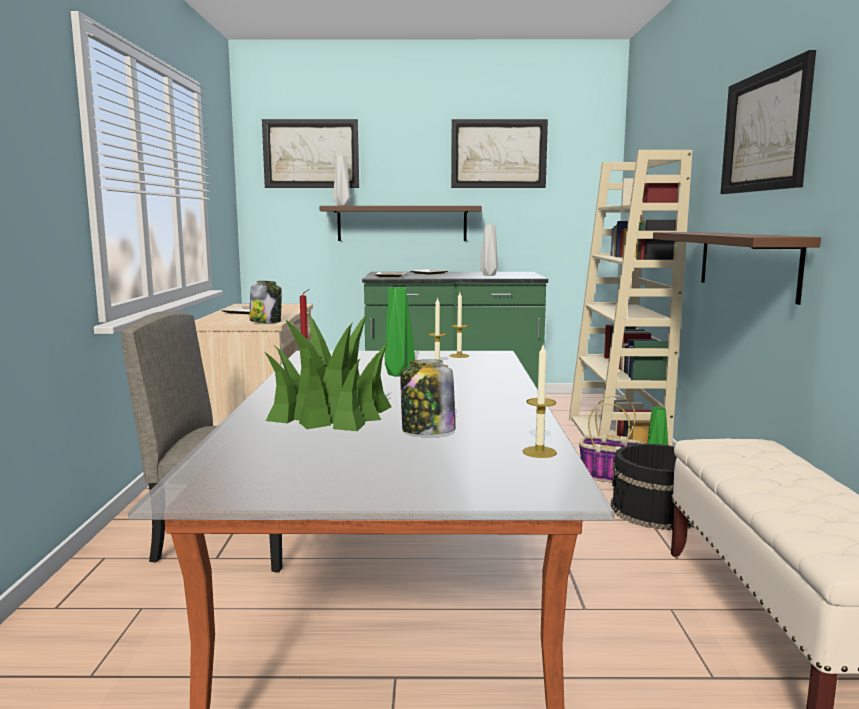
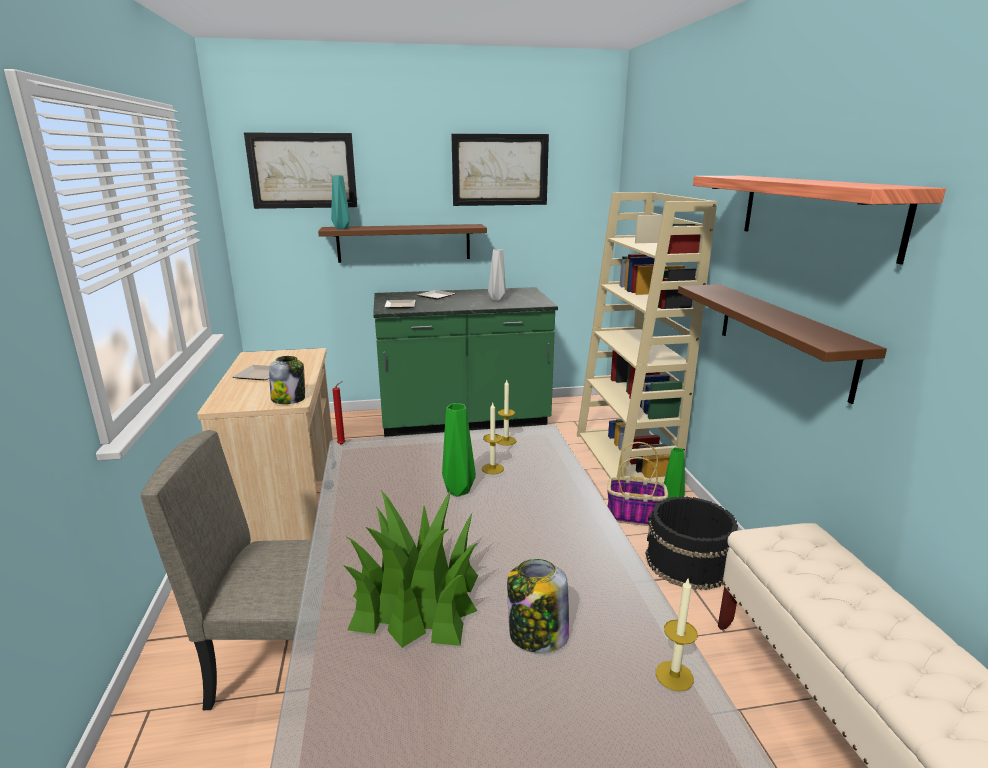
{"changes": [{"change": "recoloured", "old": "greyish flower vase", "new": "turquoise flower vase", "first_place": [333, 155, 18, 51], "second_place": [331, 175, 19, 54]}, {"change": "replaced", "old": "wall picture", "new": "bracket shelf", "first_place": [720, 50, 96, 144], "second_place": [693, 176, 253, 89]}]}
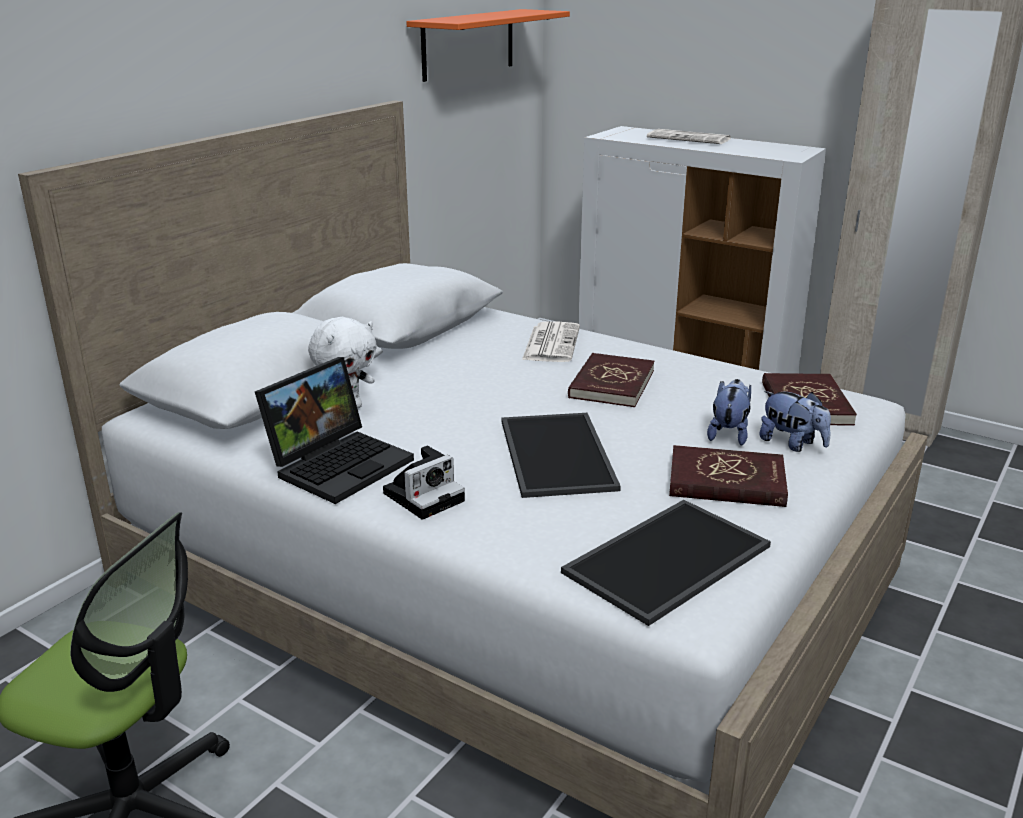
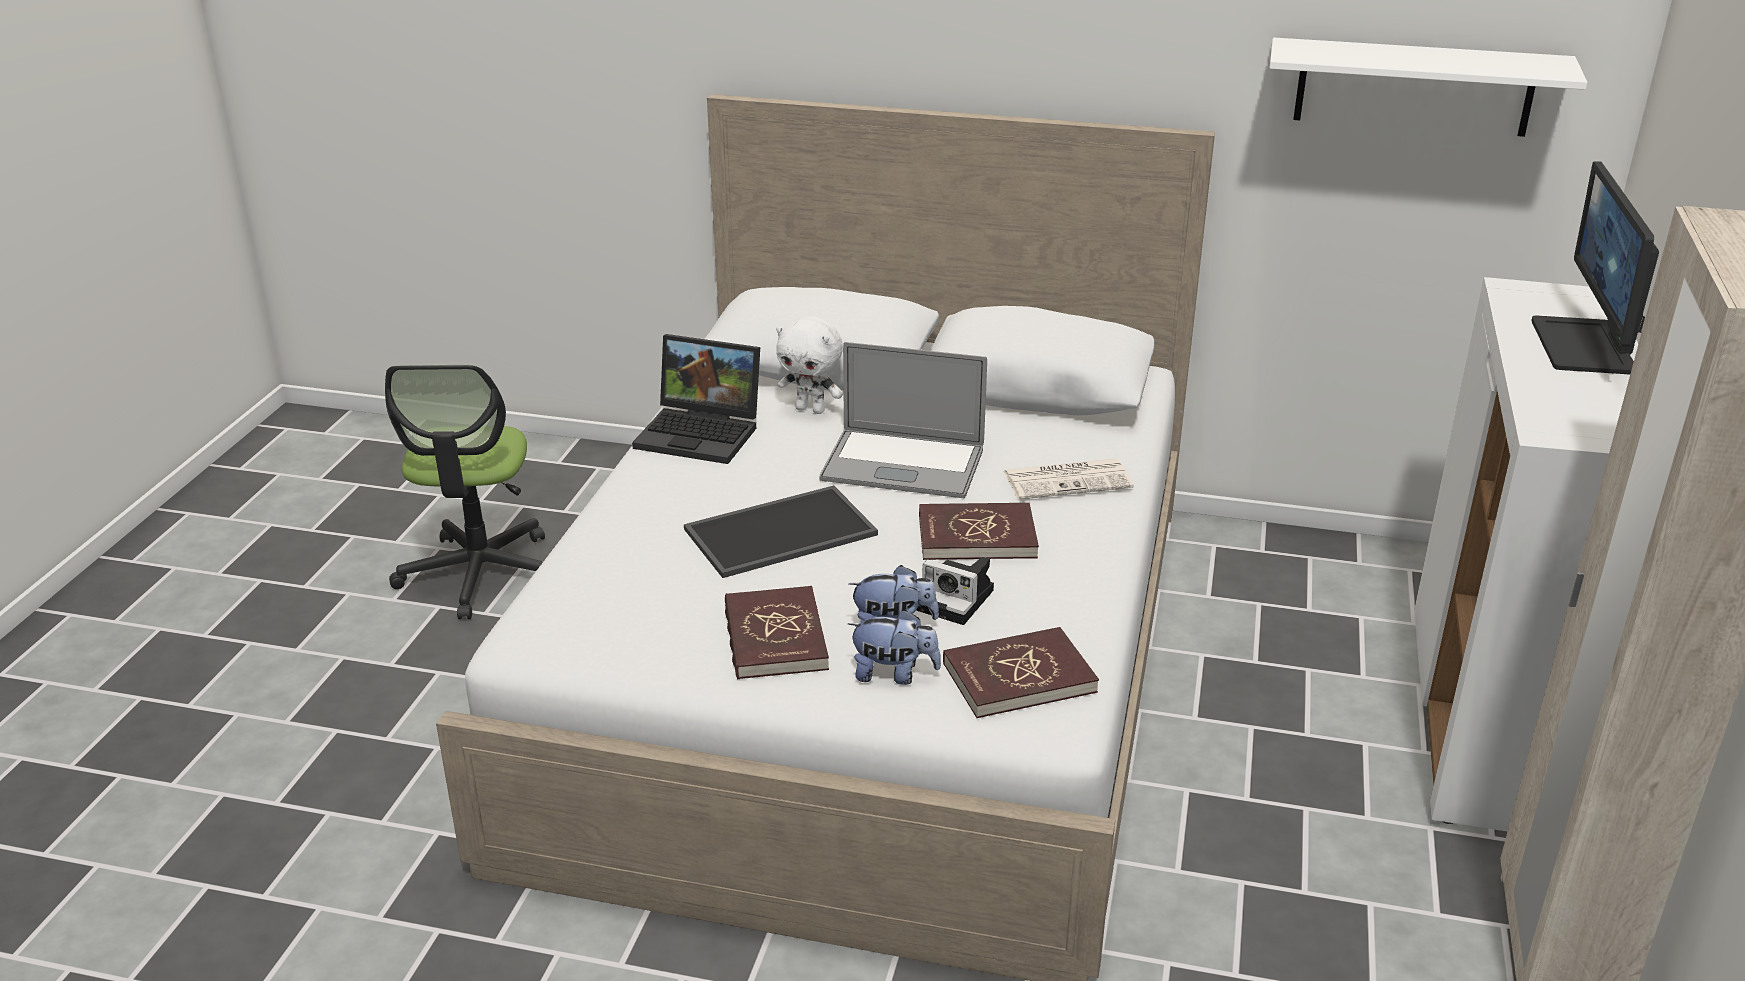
{"changes": [{"change": "moved", "old": "still camera", "first_place": [383, 446, 82, 74], "second_place": [916, 557, 78, 68]}, {"change": "recoloured", "old": "orangey bracket shelf", "new": "whitish bracket shelf", "first_place": [406, 9, 164, 73], "second_place": [1270, 38, 318, 99]}, {"change": "removed", "old": "carrying tray", "first_place": [561, 500, 210, 126]}, {"change": "replaced", "old": "daily paper", "new": "computer display", "first_place": [647, 129, 84, 15], "second_place": [1531, 162, 128, 212]}, {"change": "turned", "old": "soft toy", "first_place": [759, 391, 72, 61], "second_place": [848, 610, 93, 75], "degrees": -105}, {"change": "added", "new": "notebook computer", "second_place": [819, 342, 168, 156]}]}
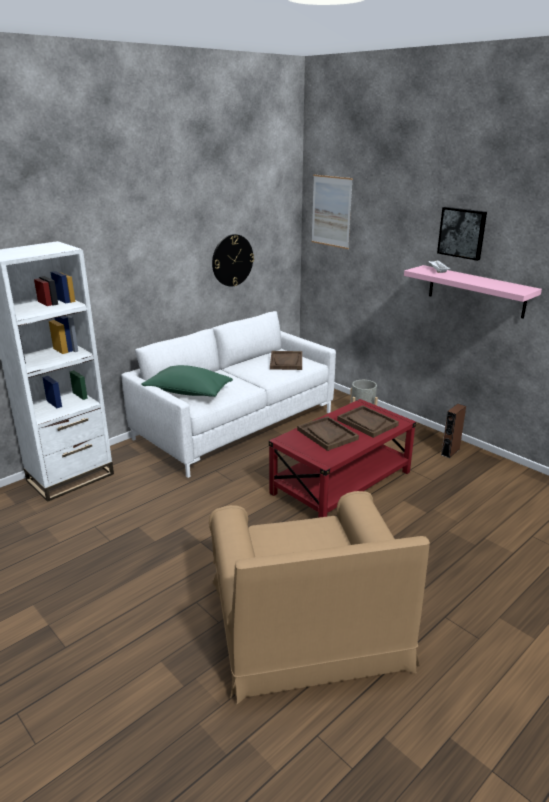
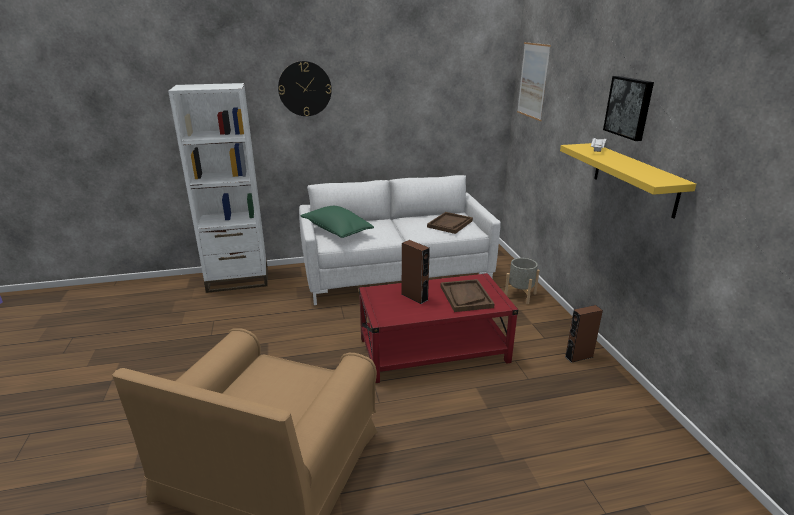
{"changes": [{"change": "moved", "old": "clock on the wall", "first_place": [212, 234, 42, 53], "second_place": [278, 61, 54, 55]}, {"change": "replaced", "old": "brown-coloured carrying tray", "new": "brown-coloured audio speaker", "first_place": [297, 416, 62, 35], "second_place": [401, 240, 29, 64]}, {"change": "recoloured", "old": "pink bracket shelf", "new": "yellowish bracket shelf", "first_place": [404, 265, 138, 54], "second_place": [560, 143, 136, 76]}]}
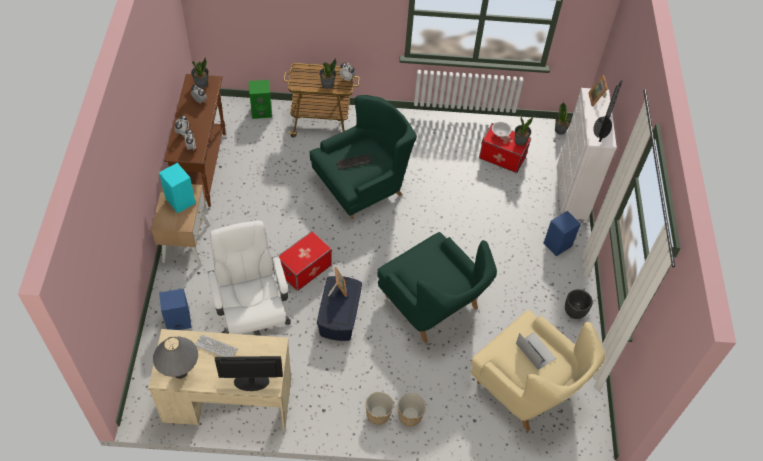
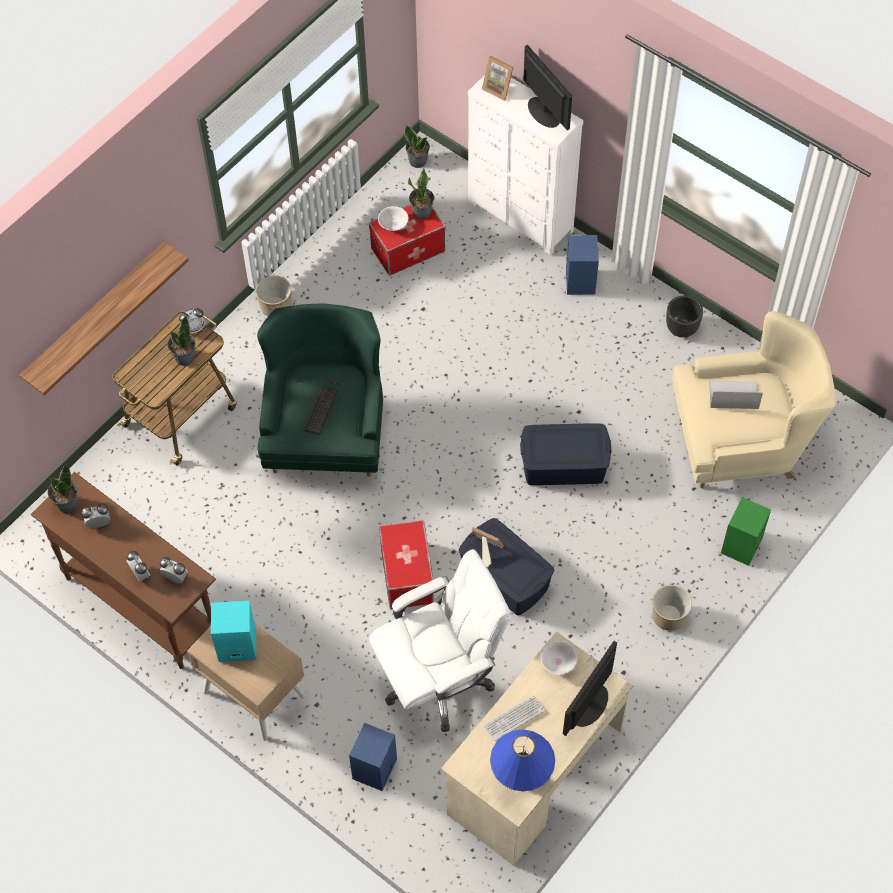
{"changes": [{"change": "recoloured", "old": "greyish tabletop lamp", "new": "blue-coloured tabletop lamp", "first_place": [153, 337, 45, 42], "second_place": [490, 729, 65, 62]}, {"change": "turned", "old": "whitish office chair", "first_place": [208, 220, 83, 116], "second_place": [369, 549, 142, 183], "degrees": 135}, {"change": "moved", "old": "green audio speaker", "first_place": [249, 80, 23, 39], "second_place": [721, 497, 50, 69]}, {"change": "replaced", "old": "green armchair", "new": "blue-coloured storage box", "first_place": [377, 232, 120, 111], "second_place": [520, 423, 92, 62]}, {"change": "moved", "old": "flower pot", "first_place": [398, 393, 28, 33], "second_place": [256, 275, 35, 41]}, {"change": "added", "new": "bracket shelf", "second_place": [19, 242, 170, 153]}, {"change": "added", "new": "whitish deep dish", "second_place": [541, 641, 36, 34]}]}
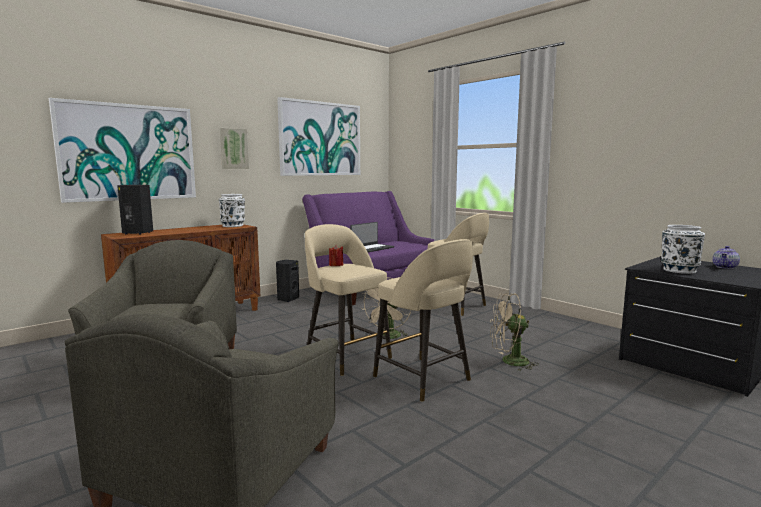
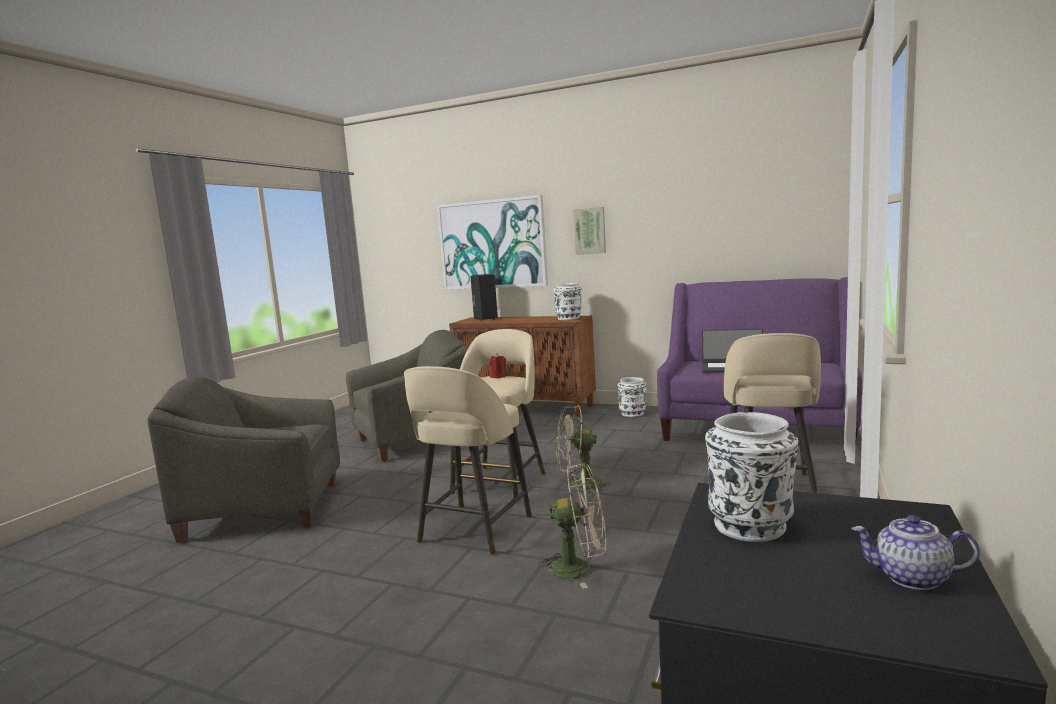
{"changes": [{"change": "replaced", "old": "black-coloured audio speaker", "new": "whitish flower vase", "first_place": [276, 260, 23, 42], "second_place": [617, 377, 30, 40]}, {"change": "removed", "old": "wall picture", "first_place": [277, 97, 83, 79]}, {"change": "turned", "old": "beige-coloured electric fan", "first_place": [490, 293, 49, 78], "second_place": [538, 464, 68, 125], "degrees": 120}]}
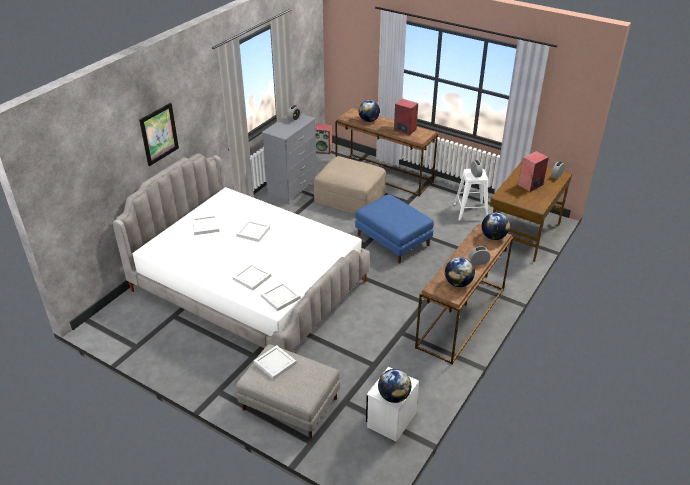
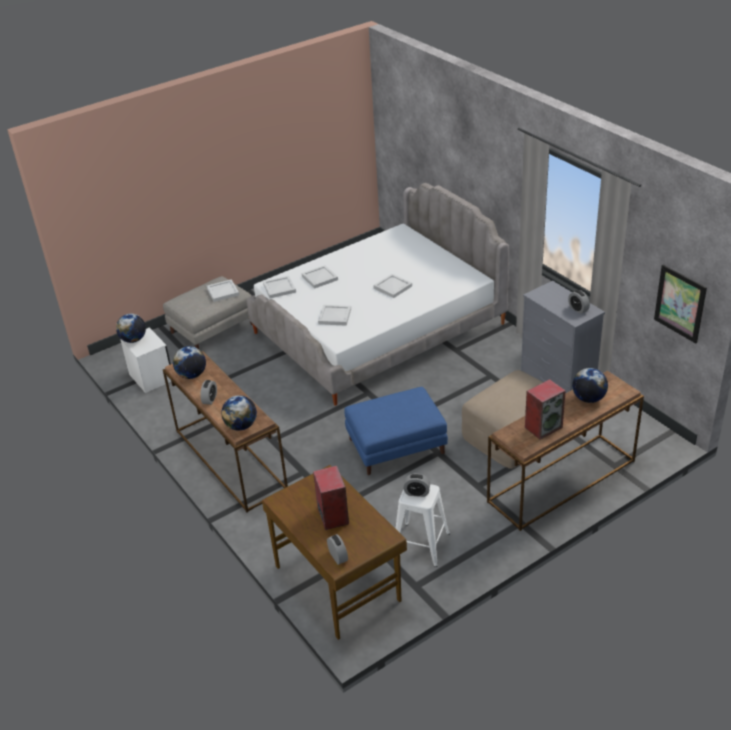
{"changes": [{"change": "moved", "old": "wall picture", "first_place": [139, 103, 40, 63], "second_place": [654, 265, 53, 78]}, {"change": "moved", "old": "whitish carrying tray", "first_place": [192, 215, 28, 20], "second_place": [318, 305, 33, 21]}, {"change": "removed", "old": "audio speaker", "first_place": [315, 124, 17, 30]}]}
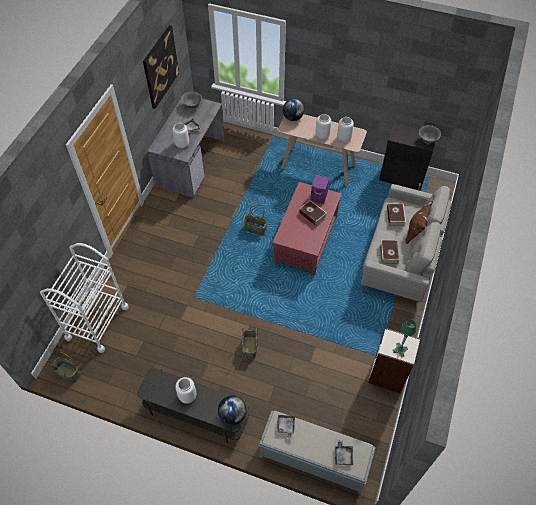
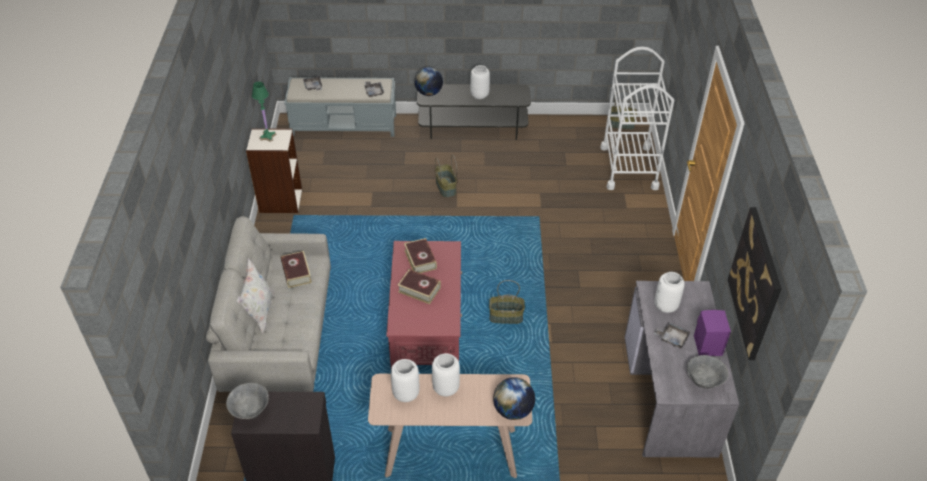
{"changes": [{"change": "moved", "old": "purple-coloured audio speaker", "first_place": [311, 175, 18, 29], "second_place": [694, 310, 37, 46]}, {"change": "moved", "old": "bound book", "first_place": [387, 203, 19, 23], "second_place": [404, 238, 33, 35]}, {"change": "recoloured", "old": "brown-coloured throw pillow", "new": "whitish throw pillow", "first_place": [405, 201, 28, 43], "second_place": [237, 258, 38, 76]}]}
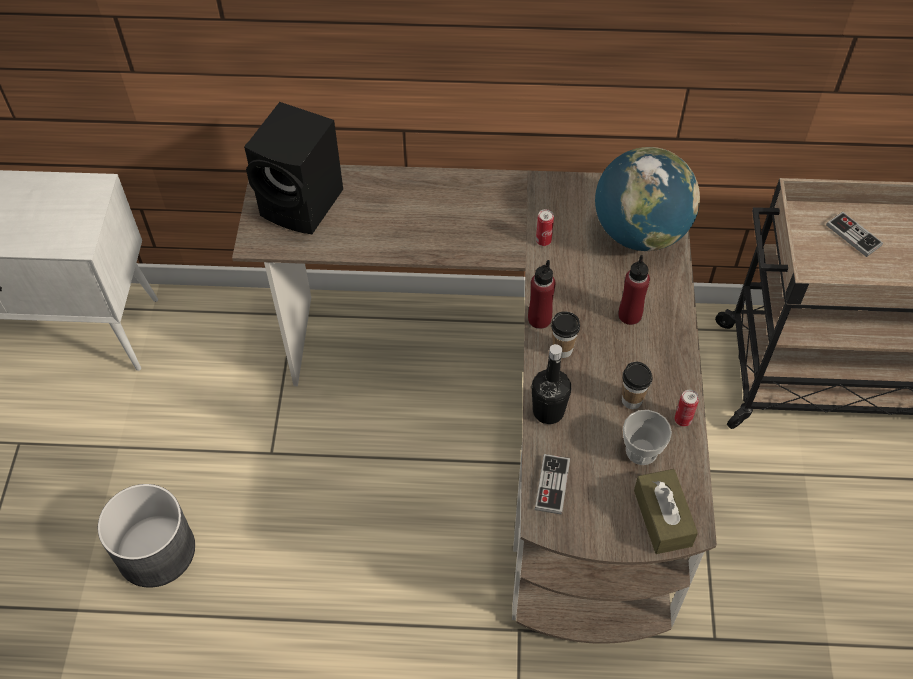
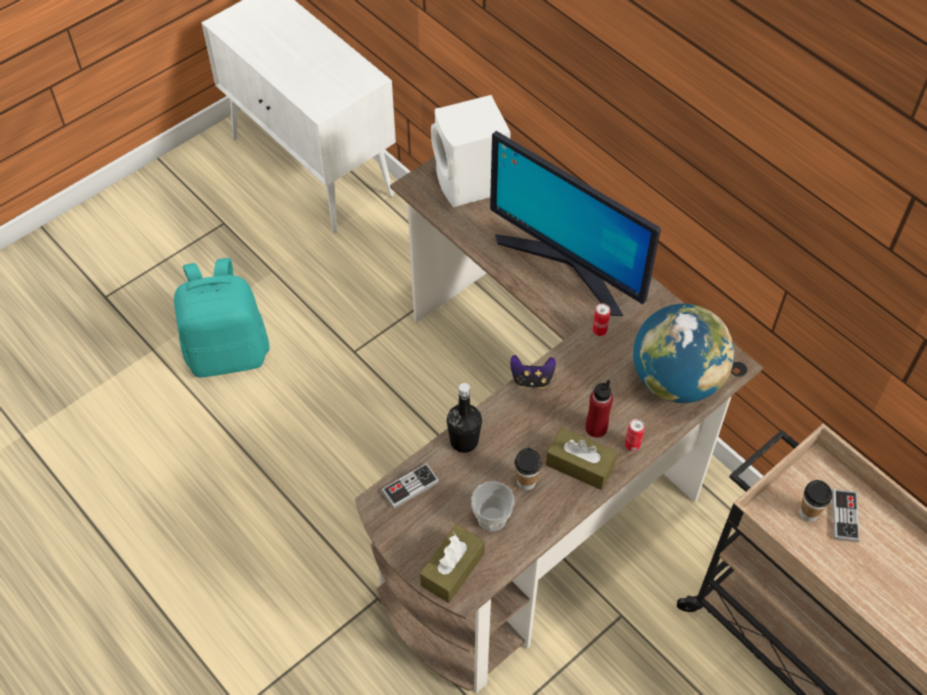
{"changes": [{"change": "replaced", "old": "greyish flower pot", "new": "turquoise rucksack", "first_place": [98, 484, 97, 104], "second_place": [174, 258, 96, 120]}, {"change": "recoloured", "old": "black-coloured audio speaker", "new": "whitish audio speaker", "first_place": [244, 102, 99, 132], "second_place": [431, 95, 80, 112]}, {"change": "replaced", "old": "reddish bottle", "new": "joypad", "first_place": [528, 260, 27, 69], "second_place": [510, 355, 46, 33]}, {"change": "moved", "old": "cup", "first_place": [551, 311, 29, 47], "second_place": [799, 480, 33, 42]}, {"change": "moved", "old": "sealed can", "first_place": [675, 390, 24, 37], "second_place": [625, 419, 20, 32]}, {"change": "added", "new": "computer display", "second_place": [490, 131, 171, 185]}, {"change": "added", "new": "brown-coloured tissue box", "second_place": [546, 427, 71, 63]}]}
